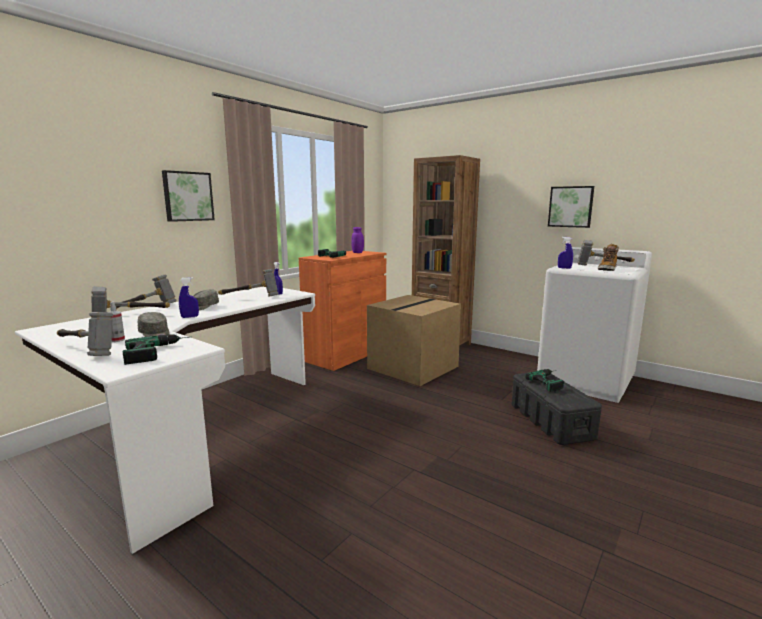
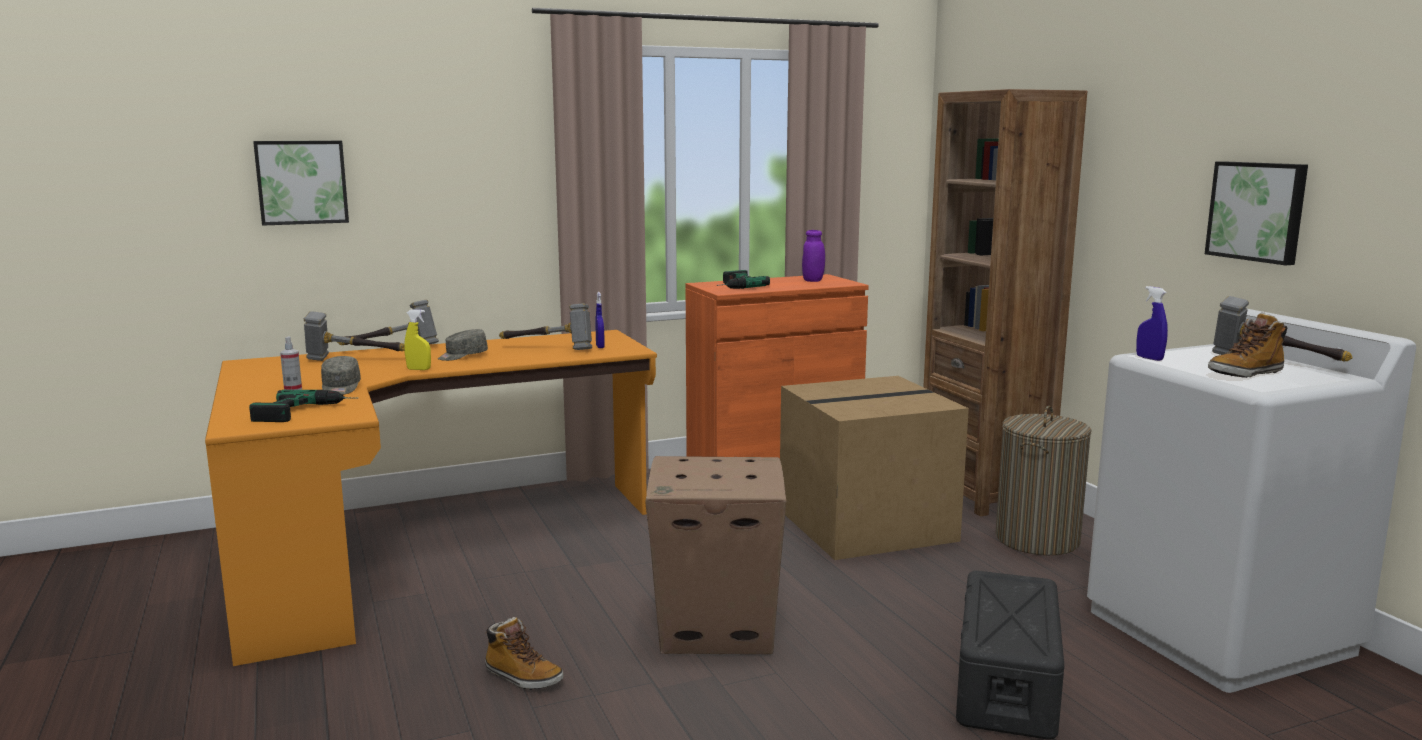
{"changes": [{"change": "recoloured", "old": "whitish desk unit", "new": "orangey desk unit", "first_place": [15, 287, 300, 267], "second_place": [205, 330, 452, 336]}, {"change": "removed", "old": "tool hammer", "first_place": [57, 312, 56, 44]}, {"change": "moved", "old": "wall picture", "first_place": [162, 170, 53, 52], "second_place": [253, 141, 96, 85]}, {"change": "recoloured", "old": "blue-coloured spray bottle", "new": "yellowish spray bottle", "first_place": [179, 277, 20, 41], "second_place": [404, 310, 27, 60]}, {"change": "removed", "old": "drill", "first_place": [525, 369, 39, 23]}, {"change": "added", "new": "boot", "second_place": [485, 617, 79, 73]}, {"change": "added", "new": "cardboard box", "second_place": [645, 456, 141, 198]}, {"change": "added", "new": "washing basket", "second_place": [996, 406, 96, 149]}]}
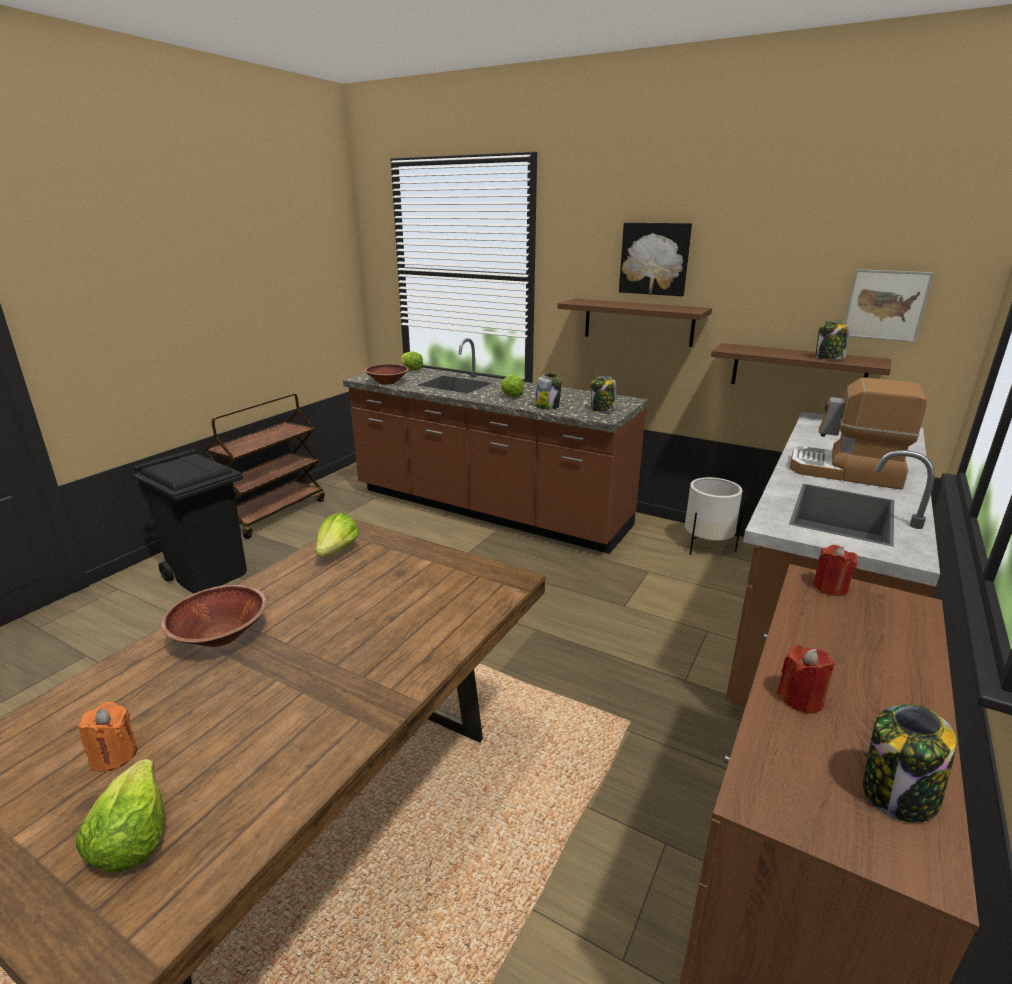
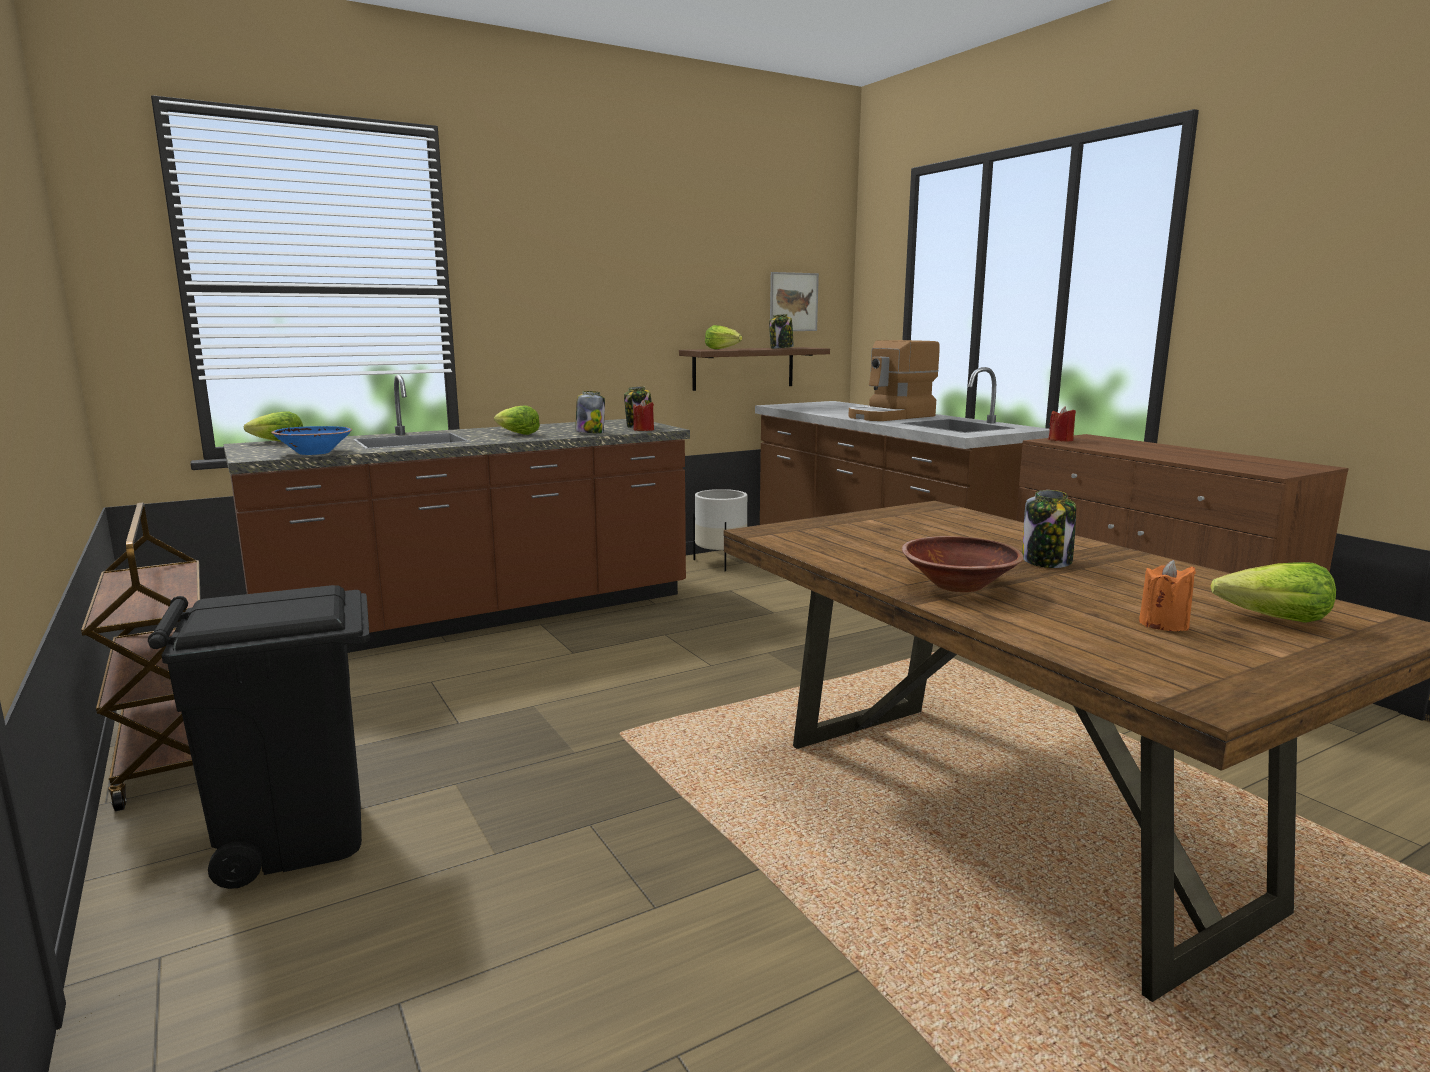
{"changes": [{"change": "moved", "old": "head of lettuce", "first_place": [316, 513, 44, 44], "second_place": [705, 325, 38, 24]}, {"change": "recoloured", "old": "brown-coloured deep dish", "new": "blue-coloured deep dish", "first_place": [365, 364, 44, 21], "second_place": [271, 426, 81, 29]}, {"change": "removed", "old": "brown-coloured bracket shelf", "first_place": [557, 299, 155, 48]}, {"change": "removed", "old": "wall picture", "first_place": [619, 223, 73, 73]}, {"change": "moved", "old": "reddish wax candle", "first_place": [777, 645, 58, 69], "second_place": [633, 400, 21, 31]}, {"change": "moved", "old": "preserve jar", "first_place": [863, 704, 94, 119], "second_place": [1022, 490, 54, 78]}]}
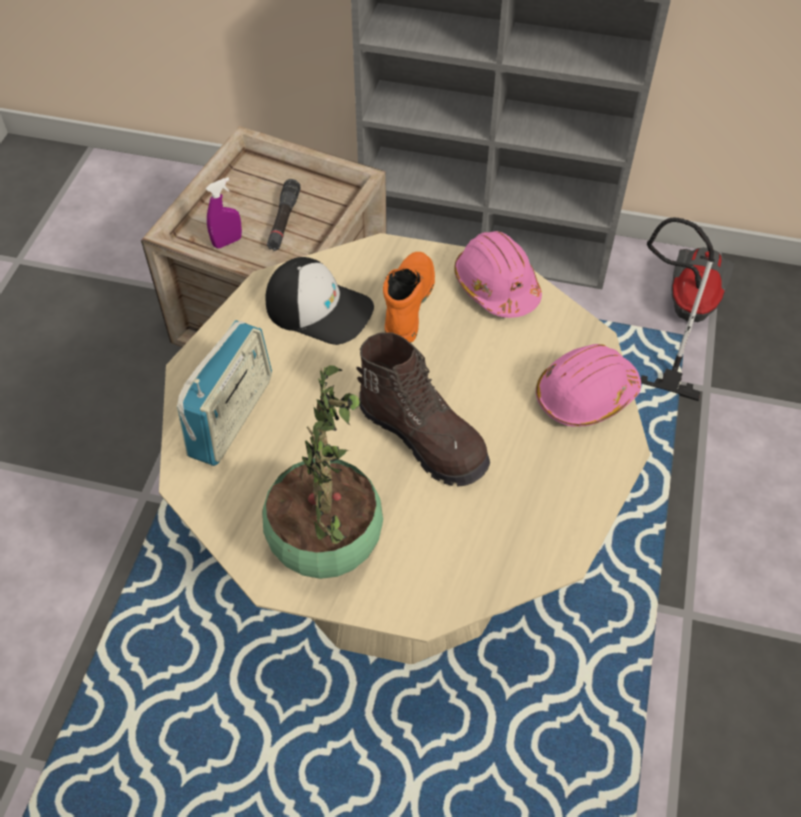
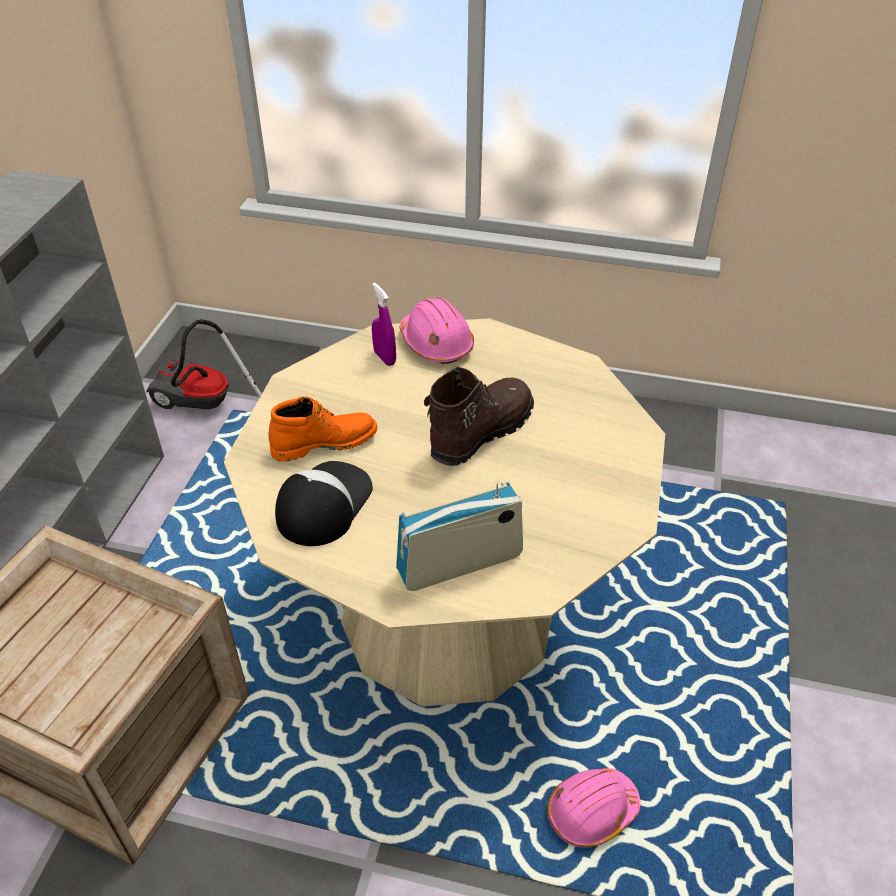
{"changes": [{"change": "turned", "old": "radio", "first_place": [177, 320, 95, 146], "second_place": [396, 480, 127, 111], "degrees": -45}, {"change": "moved", "old": "purple-coloured spray bottle", "first_place": [206, 177, 36, 71], "second_place": [372, 282, 24, 84]}, {"change": "removed", "old": "plant in a pot", "first_place": [262, 365, 121, 214]}, {"change": "removed", "old": "black-coloured torch", "first_place": [267, 179, 33, 72]}, {"change": "turned", "old": "orangey boot", "first_place": [383, 252, 52, 91], "second_place": [269, 397, 108, 65], "degrees": 150}, {"change": "moved", "old": "pink work helmet", "first_place": [454, 231, 88, 87], "second_place": [547, 768, 94, 79]}]}
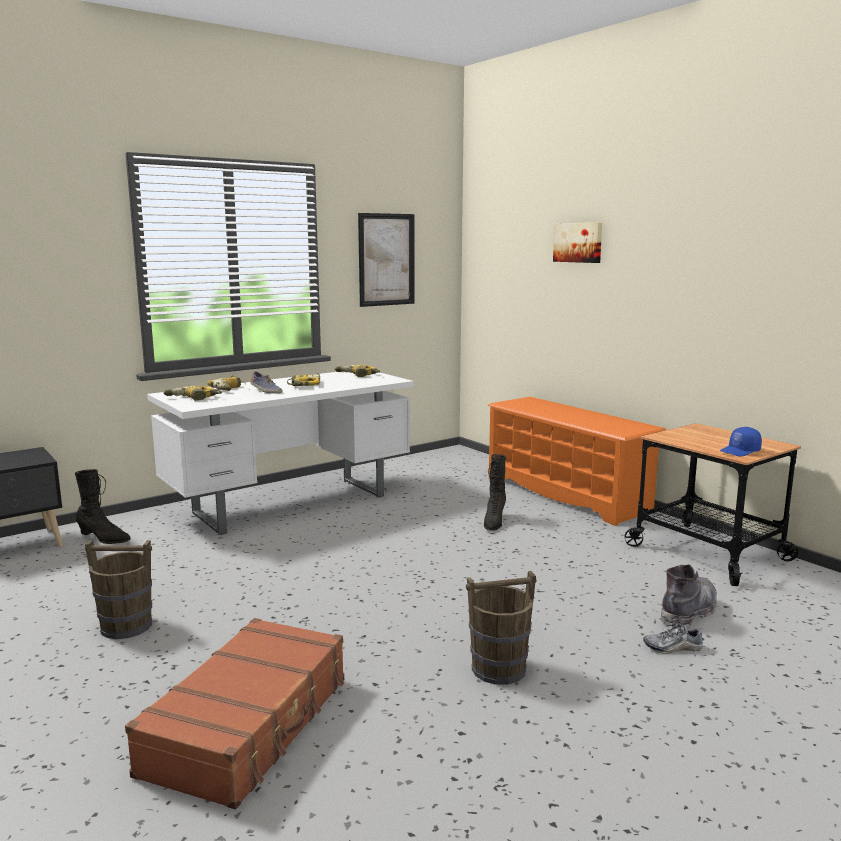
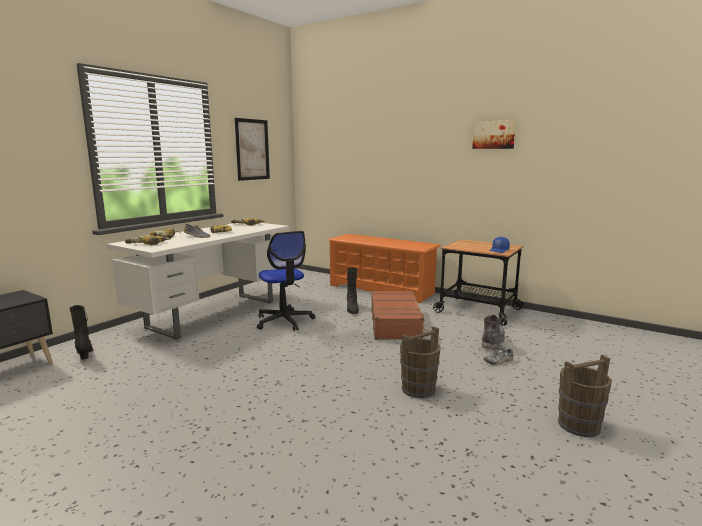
{"changes": [{"change": "turned", "old": "black-coloured boot", "first_place": [75, 469, 56, 75], "second_place": [69, 305, 24, 55], "degrees": -120}, {"change": "moved", "old": "brown-coloured bucket", "first_place": [85, 540, 67, 99], "second_place": [558, 354, 54, 83]}, {"change": "moved", "old": "brown-coloured suitcase", "first_place": [125, 618, 219, 191], "second_place": [371, 291, 55, 49]}, {"change": "moved", "old": "wall picture", "first_place": [553, 223, 49, 40], "second_place": [472, 120, 44, 29]}, {"change": "added", "new": "office chair", "second_place": [257, 231, 58, 100]}]}
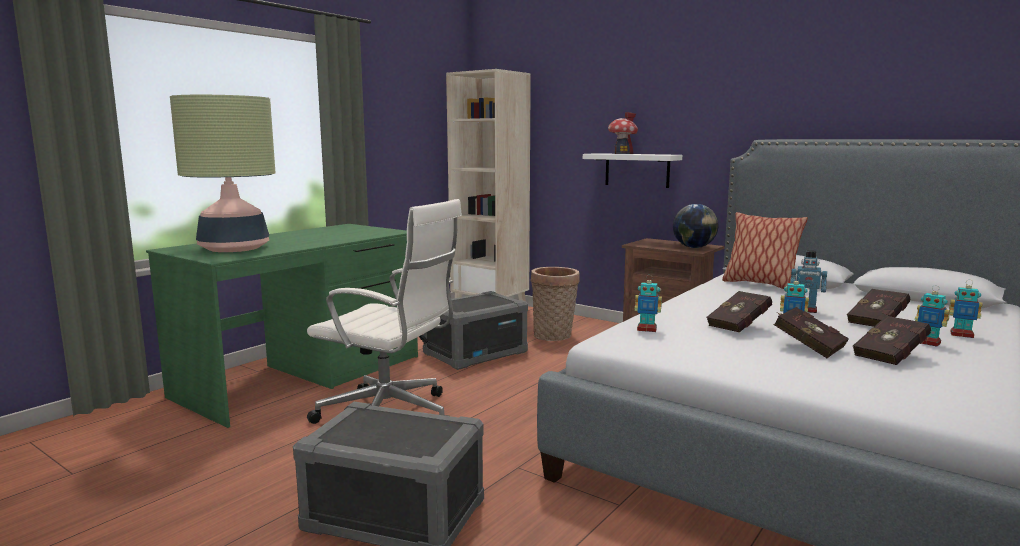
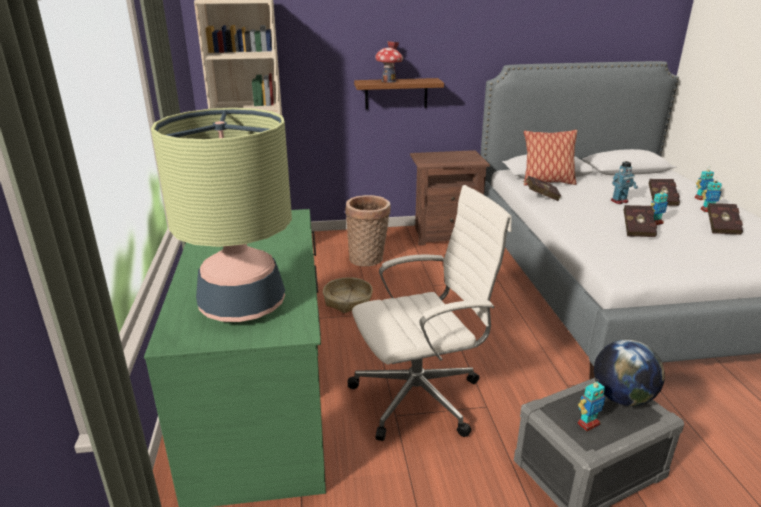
{"changes": [{"change": "replaced", "old": "greyish storage box", "new": "basket", "first_place": [423, 291, 105, 79], "second_place": [323, 277, 50, 36]}, {"change": "recoloured", "old": "whitish bracket shelf", "new": "brown-coloured bracket shelf", "first_place": [583, 153, 99, 35], "second_place": [354, 78, 90, 32]}, {"change": "moved", "old": "toy robot", "first_place": [635, 275, 27, 57], "second_place": [578, 379, 27, 52]}, {"change": "moved", "old": "desk globe", "first_place": [673, 204, 45, 44], "second_place": [594, 340, 71, 66]}, {"change": "moved", "old": "reddish bound book", "first_place": [774, 307, 75, 51], "second_place": [522, 176, 39, 25]}]}
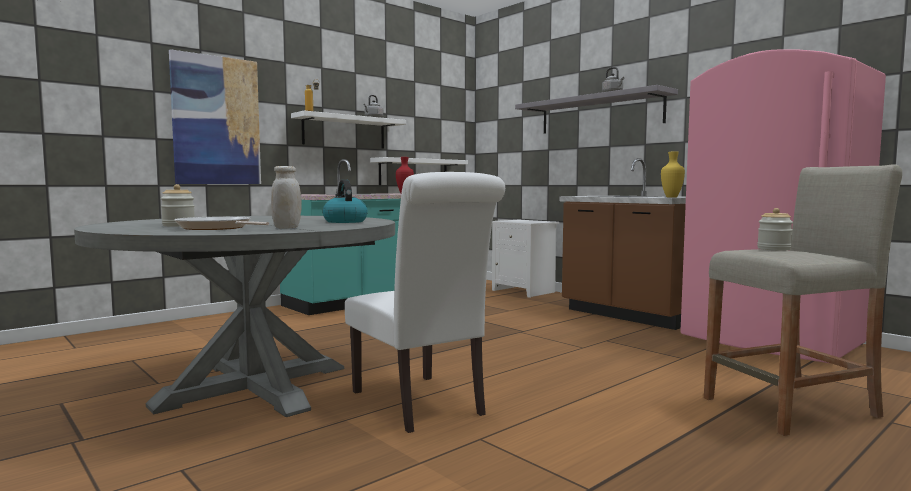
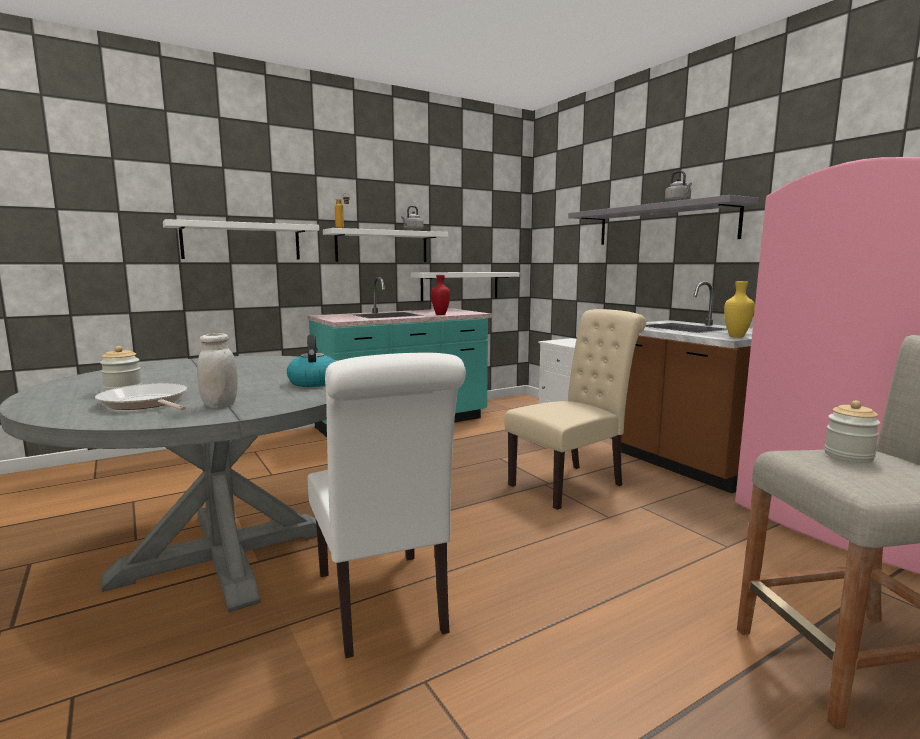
{"changes": [{"change": "replaced", "old": "wall picture", "new": "whitish bracket shelf", "first_place": [169, 49, 92, 135], "second_place": [163, 219, 156, 40]}, {"change": "added", "new": "beige-coloured plain chair", "second_place": [505, 309, 141, 201]}]}
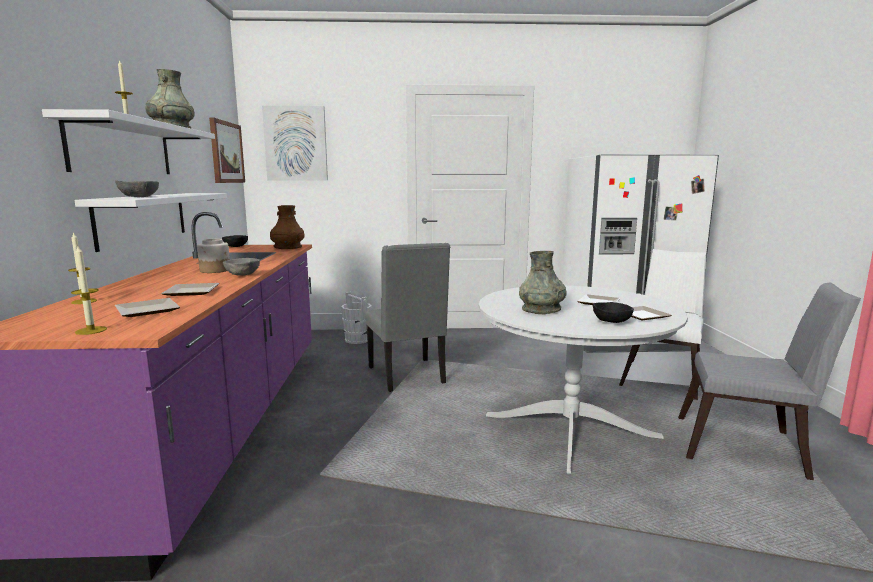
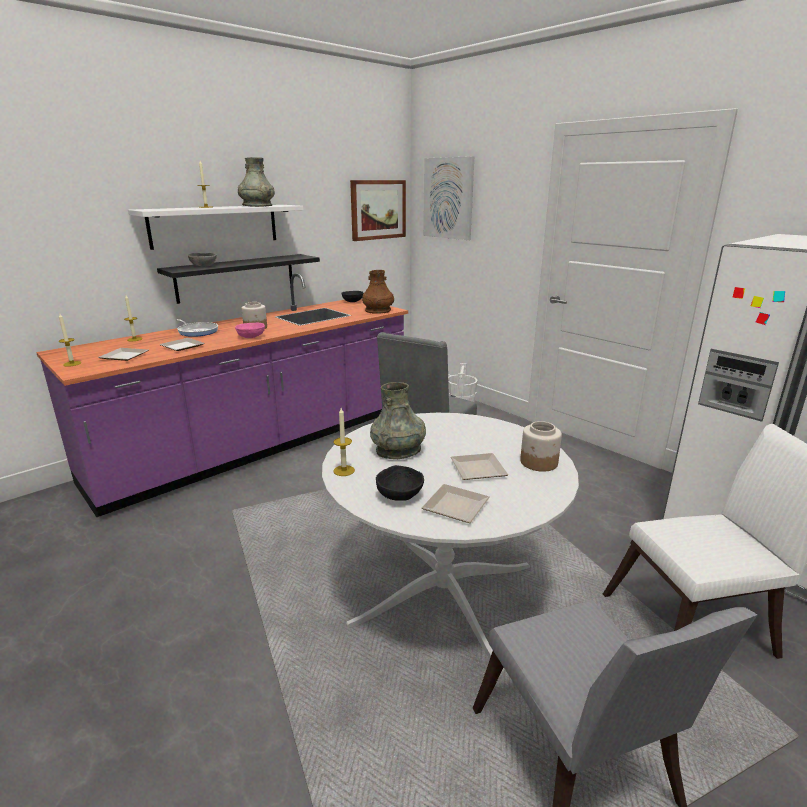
{"changes": [{"change": "recoloured", "old": "whitish bracket shelf", "new": "black-coloured bracket shelf", "first_place": [74, 193, 153, 59], "second_place": [157, 254, 163, 50]}, {"change": "recoloured", "old": "greyish deep dish", "new": "pink deep dish", "first_place": [223, 258, 37, 18], "second_place": [235, 323, 30, 15]}, {"change": "added", "new": "pan", "second_place": [177, 319, 41, 18]}, {"change": "added", "new": "wax candle", "second_place": [333, 408, 22, 68]}, {"change": "added", "new": "preserve jar", "second_place": [520, 421, 42, 51]}]}
